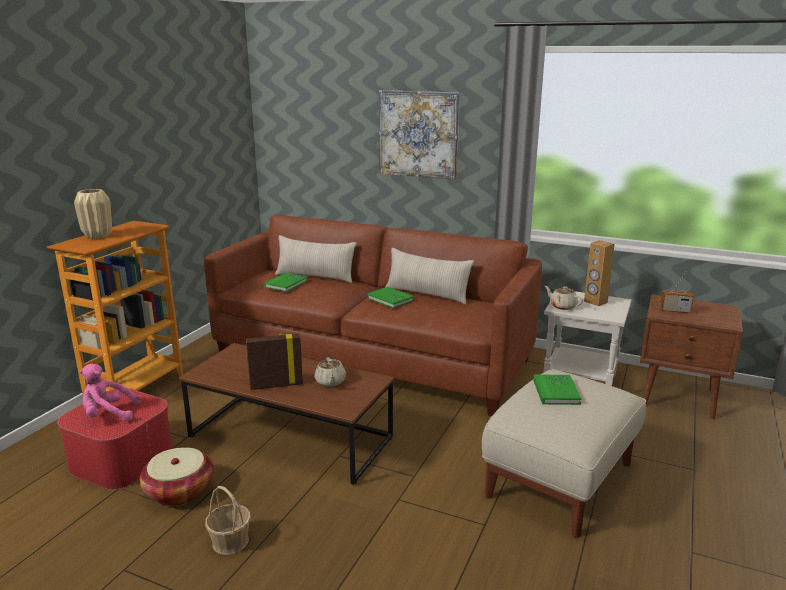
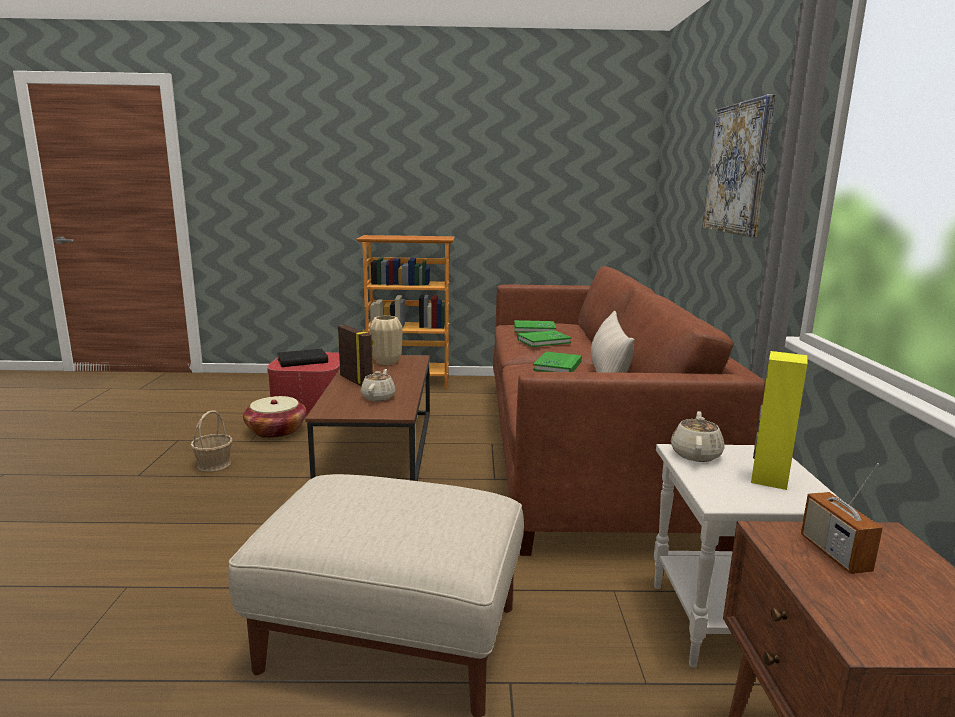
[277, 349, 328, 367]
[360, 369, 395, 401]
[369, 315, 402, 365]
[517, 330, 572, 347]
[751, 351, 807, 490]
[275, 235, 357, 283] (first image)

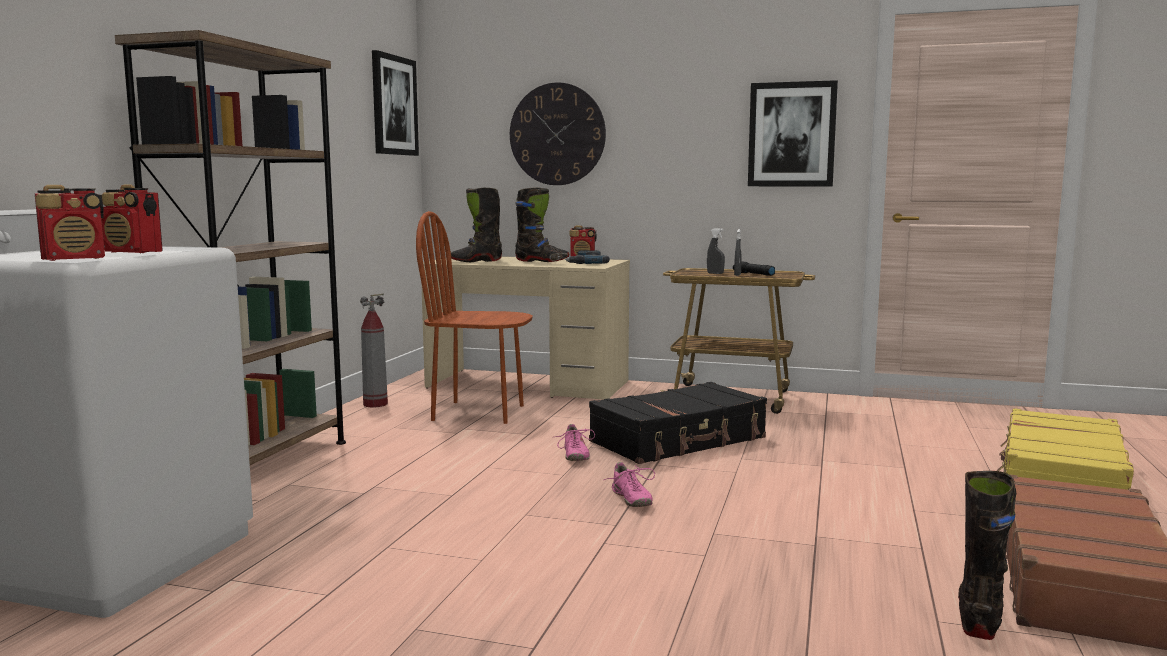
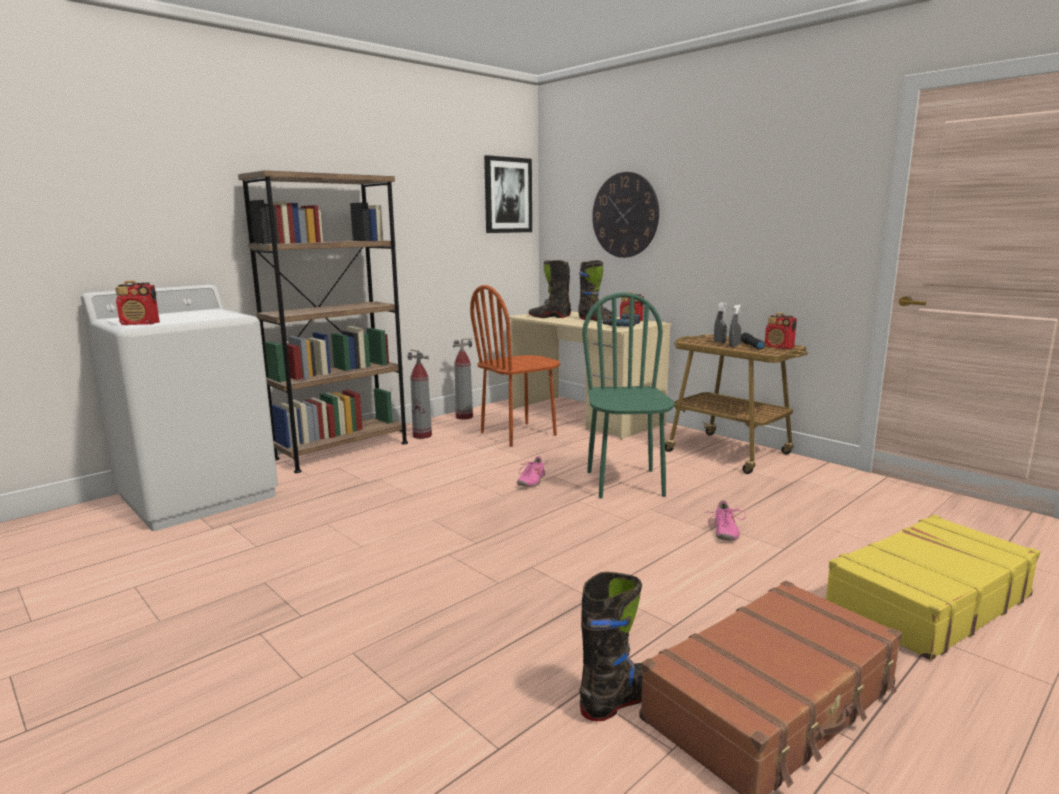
[407, 349, 432, 439]
[470, 285, 560, 447]
[582, 292, 675, 498]
[709, 500, 746, 541]
[765, 313, 797, 349]
[748, 80, 838, 186] (first image)

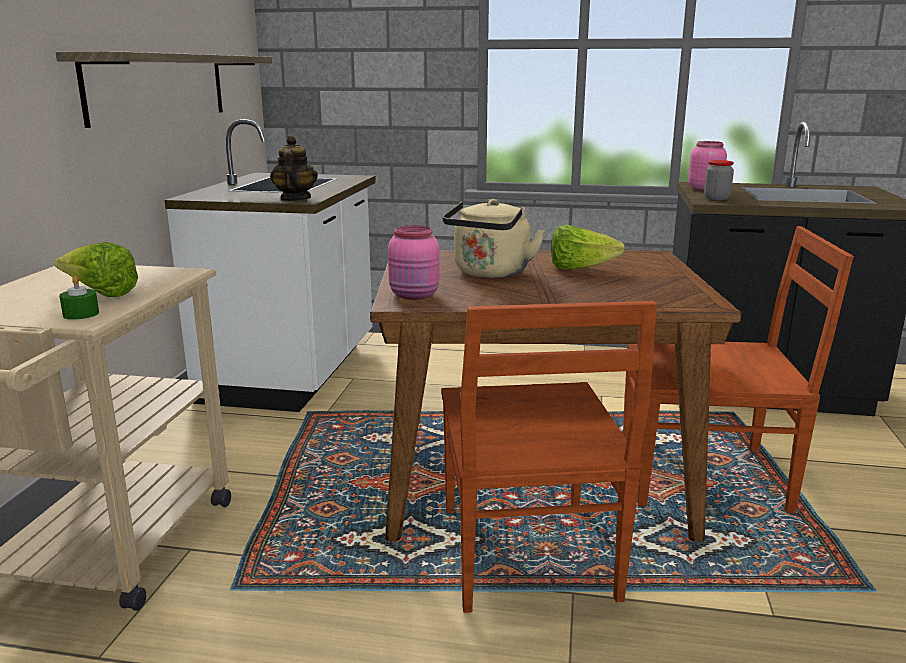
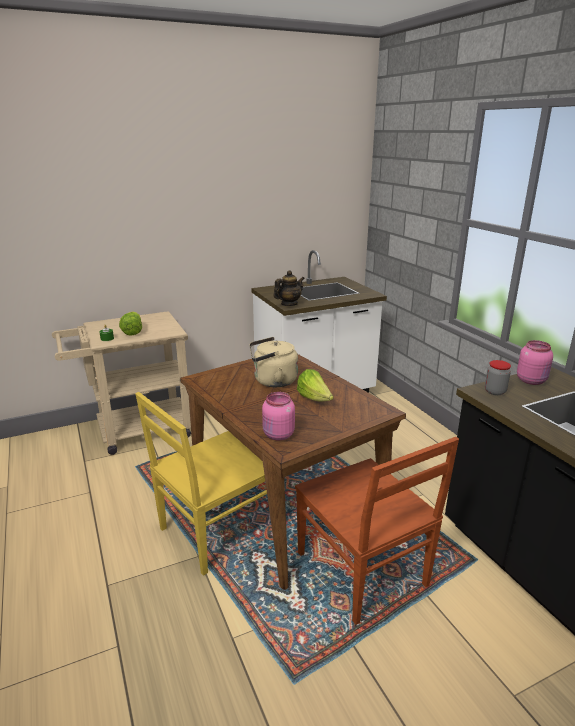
[135, 392, 267, 576]
[262, 392, 295, 440]
[56, 52, 272, 128] (first image)

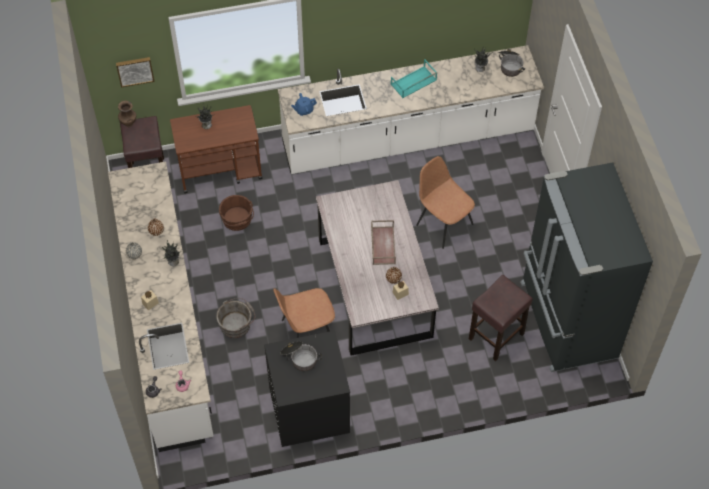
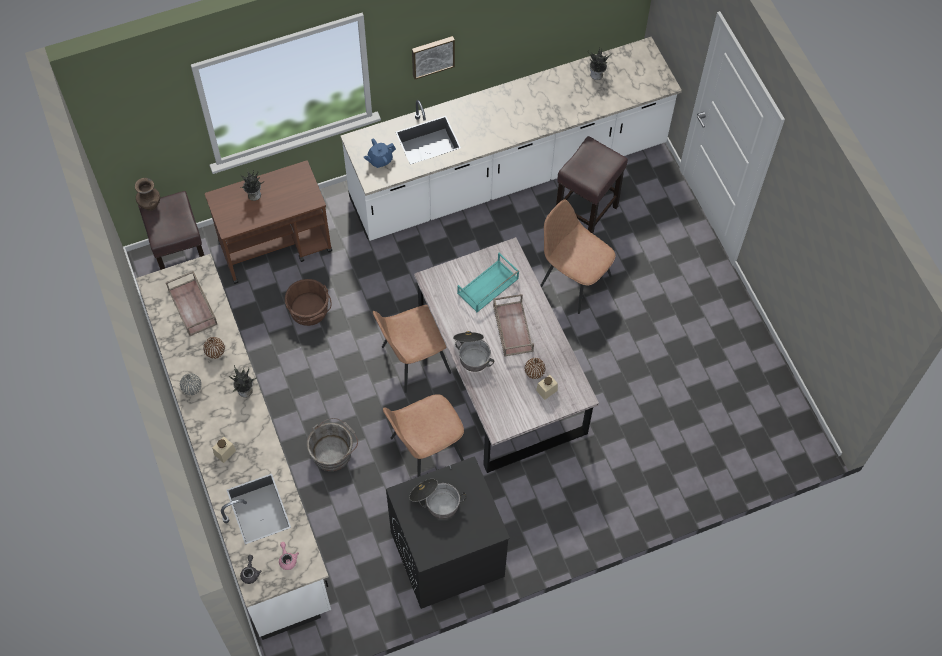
[165, 271, 218, 336]
[373, 305, 451, 393]
[412, 36, 455, 79]
[453, 331, 494, 372]
[457, 253, 519, 312]
[556, 136, 628, 234]
[520, 162, 653, 372] (first image)

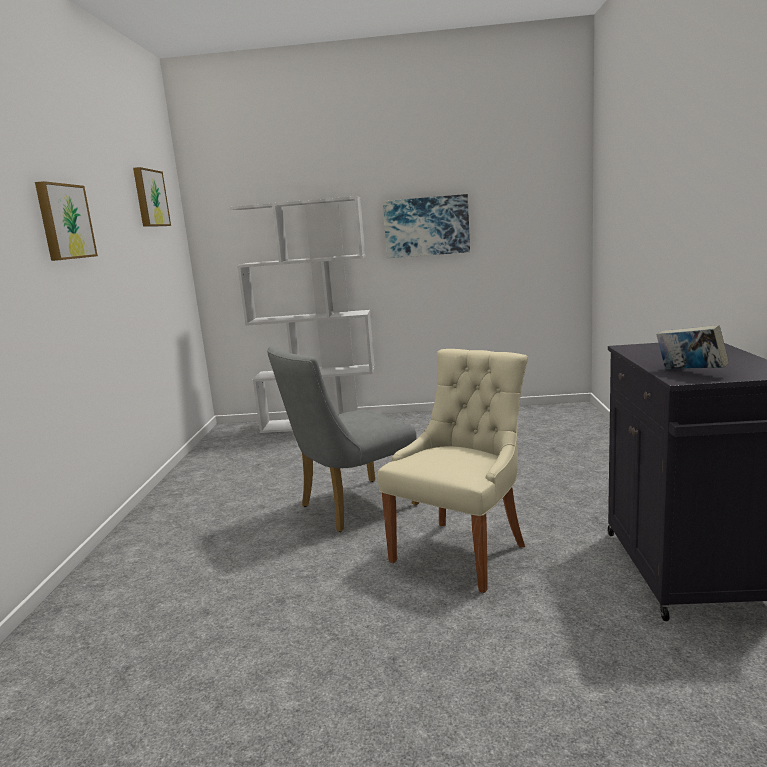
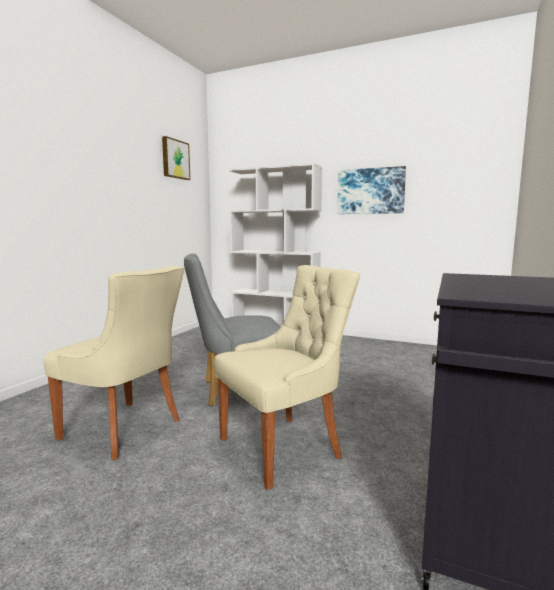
[44, 266, 184, 460]
[35, 181, 98, 261] (first image)
[656, 325, 729, 369] (first image)

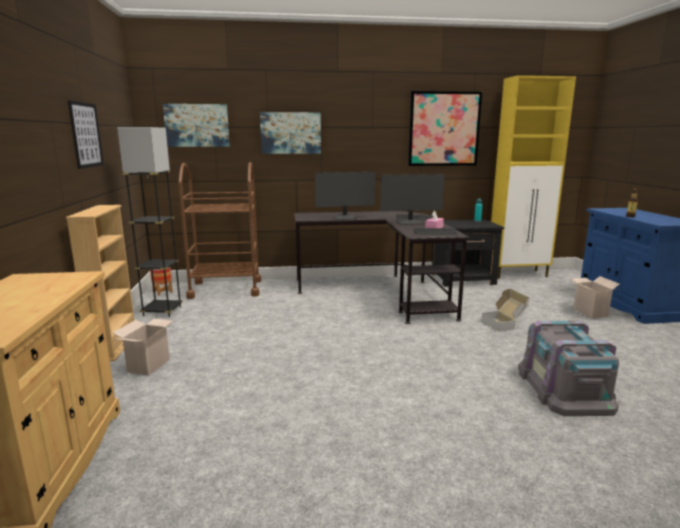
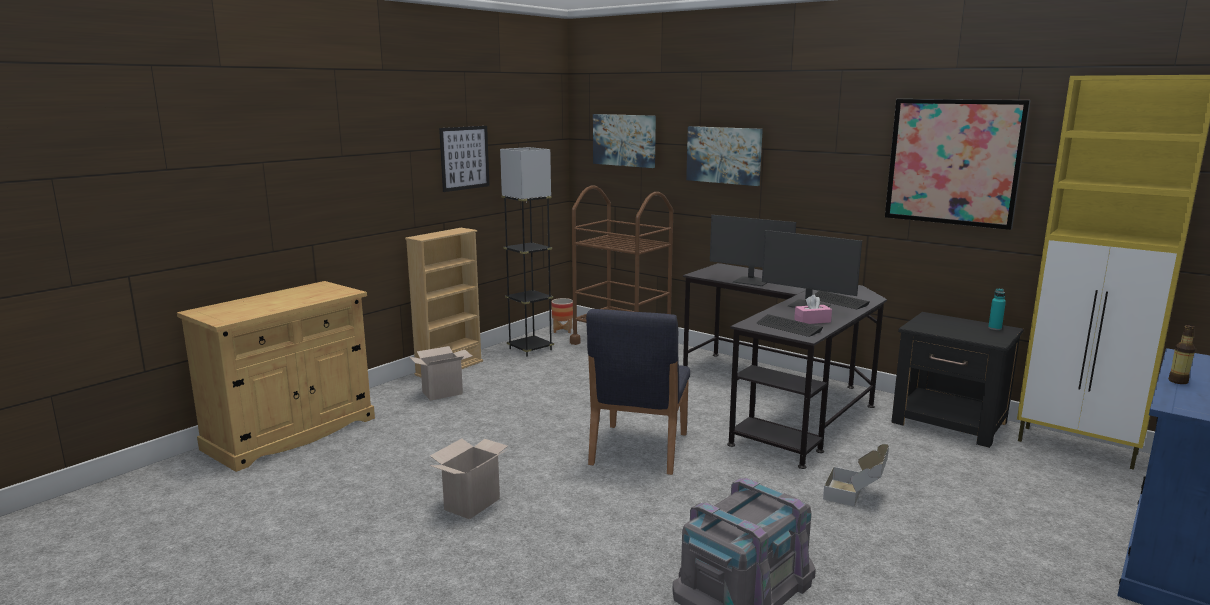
[430, 438, 508, 520]
[586, 309, 690, 475]

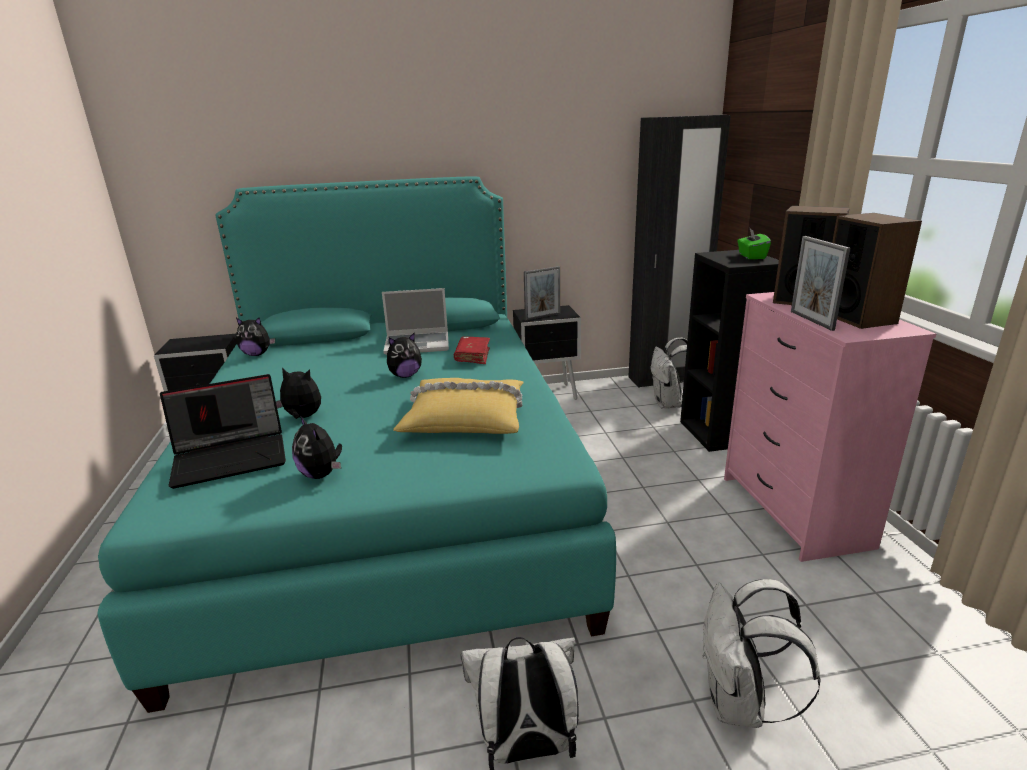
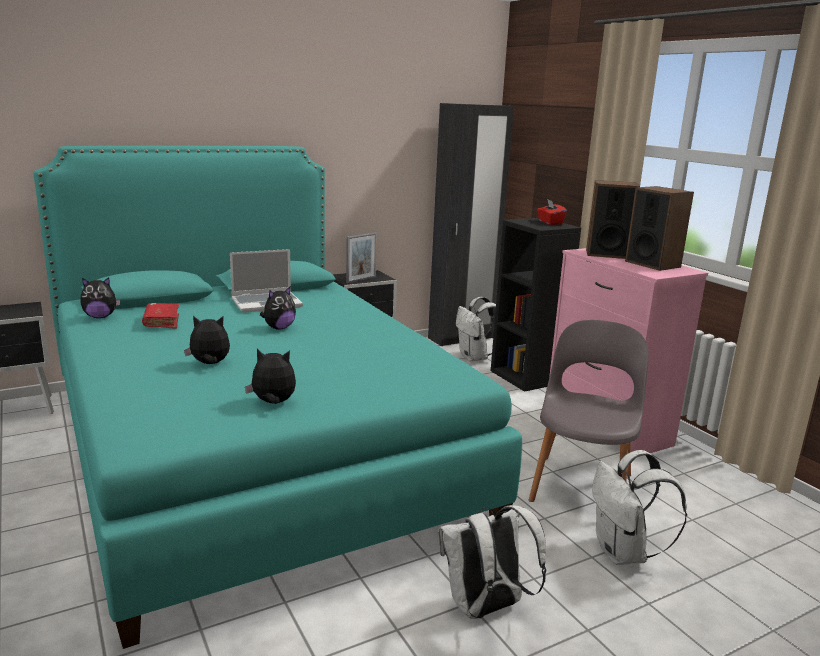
[142, 303, 179, 329]
[245, 349, 296, 404]
[529, 320, 649, 502]
[537, 199, 567, 225]
[160, 374, 286, 489] (first image)
[393, 378, 524, 434] (first image)
[791, 236, 850, 331] (first image)

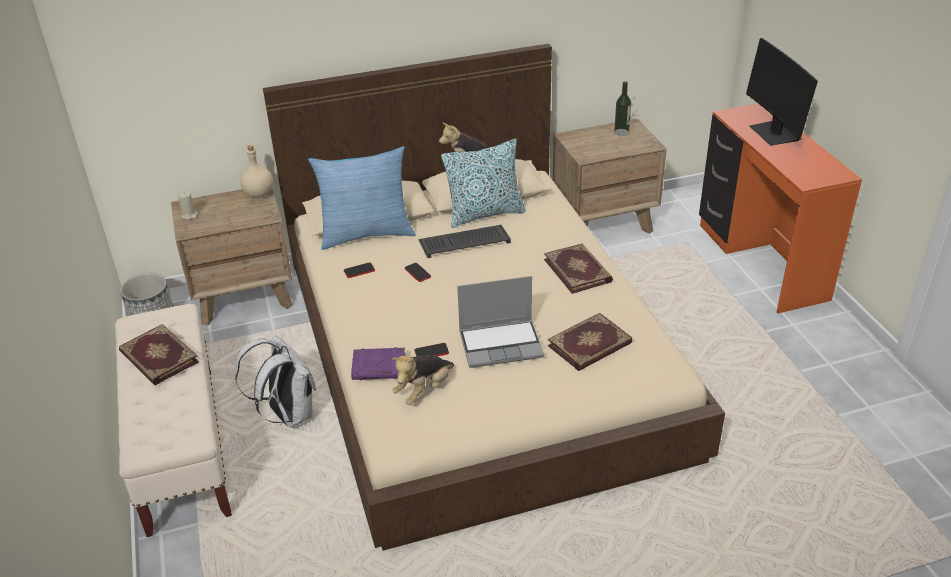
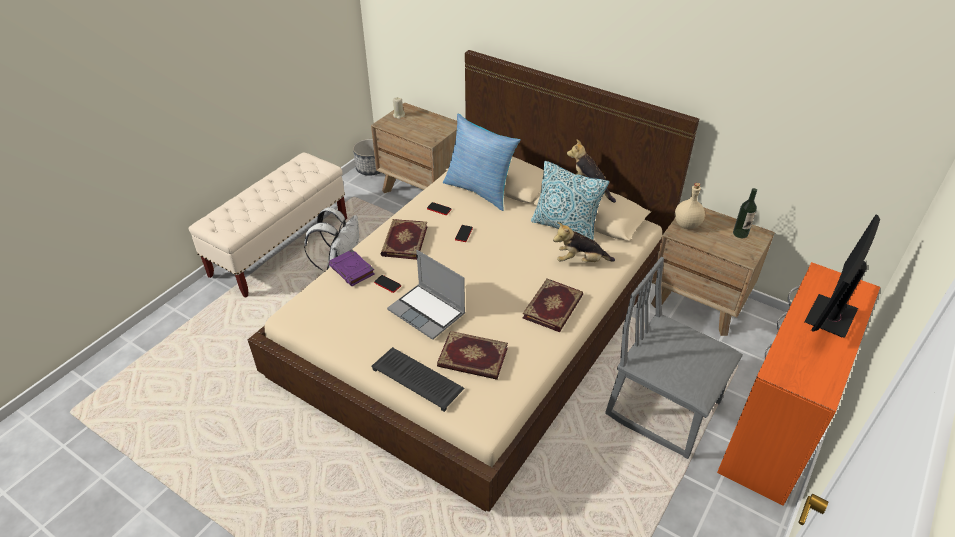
[371, 347, 465, 412]
[381, 219, 428, 260]
[553, 222, 615, 262]
[605, 257, 743, 459]
[675, 183, 705, 229]

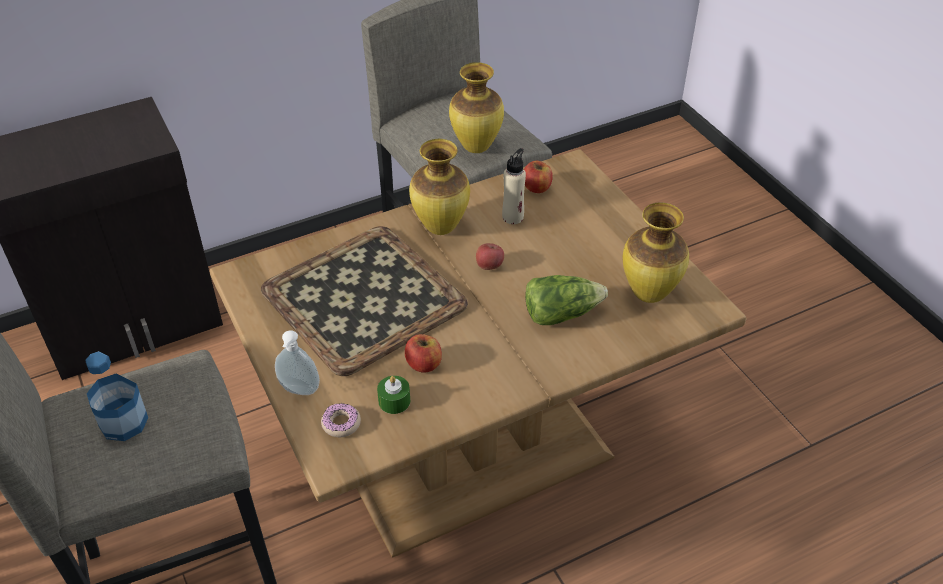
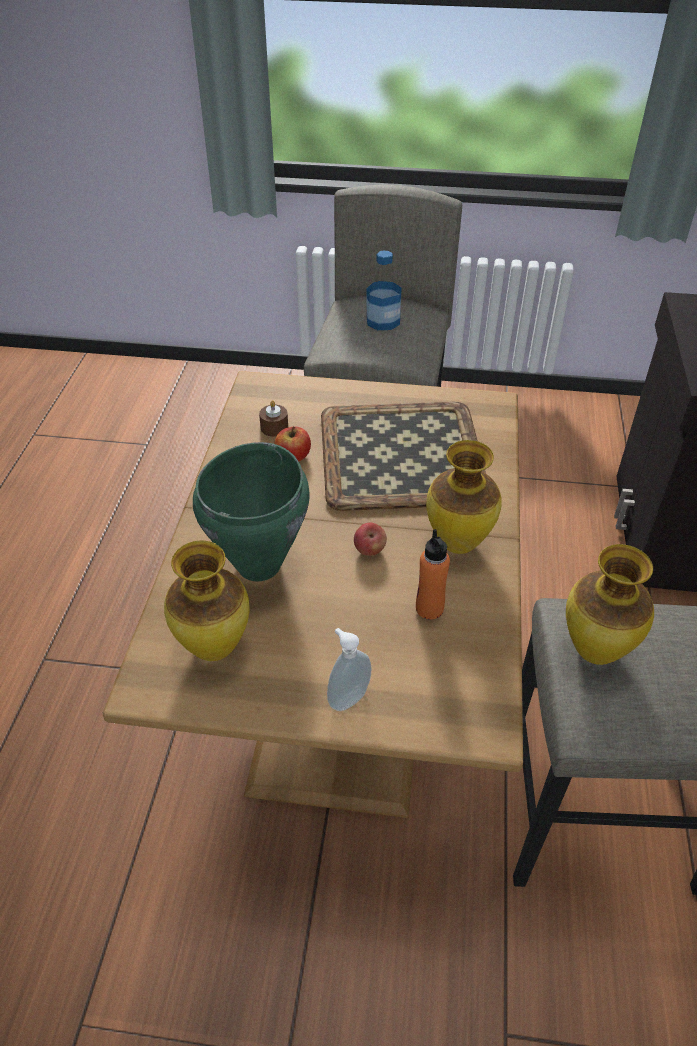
[193, 442, 310, 581]
[259, 400, 288, 437]
[327, 628, 371, 711]
[416, 529, 450, 619]
[321, 403, 361, 437] (first image)
[524, 161, 553, 193] (first image)

